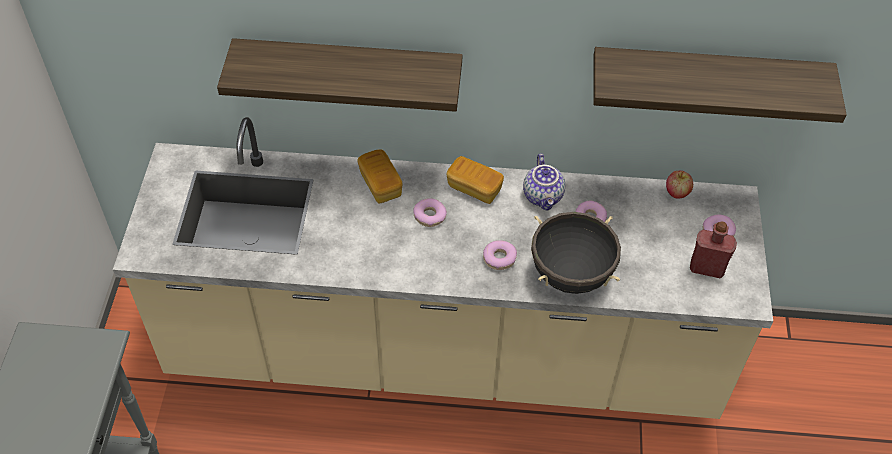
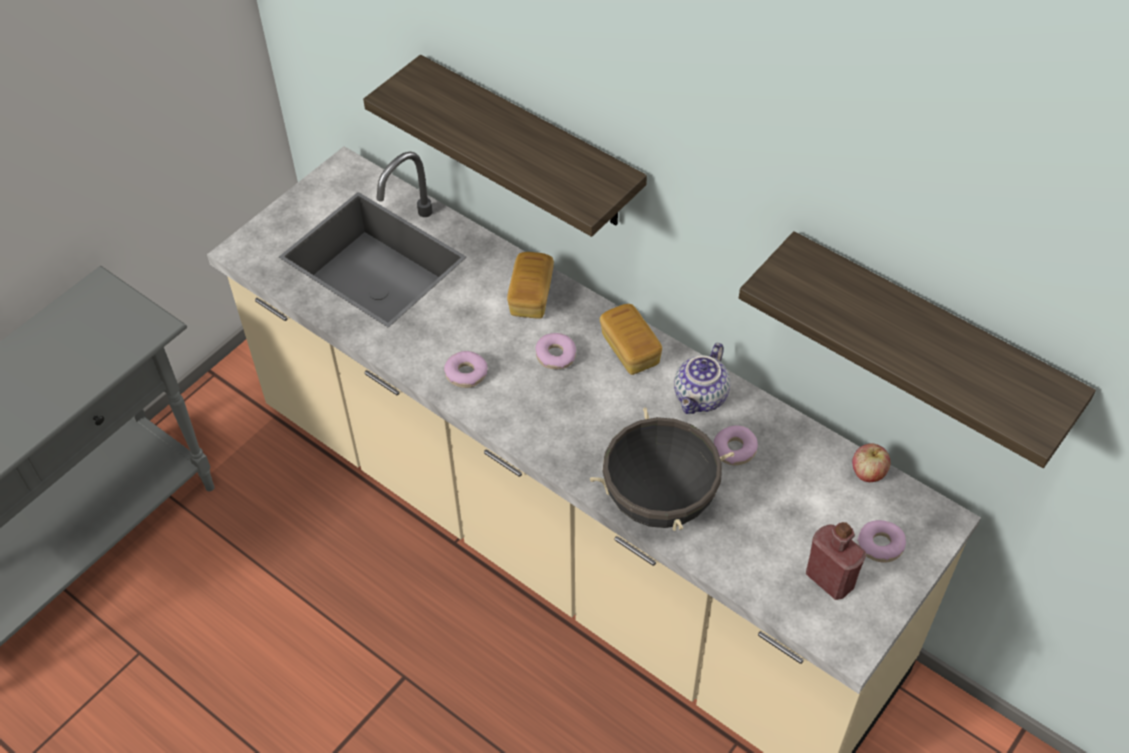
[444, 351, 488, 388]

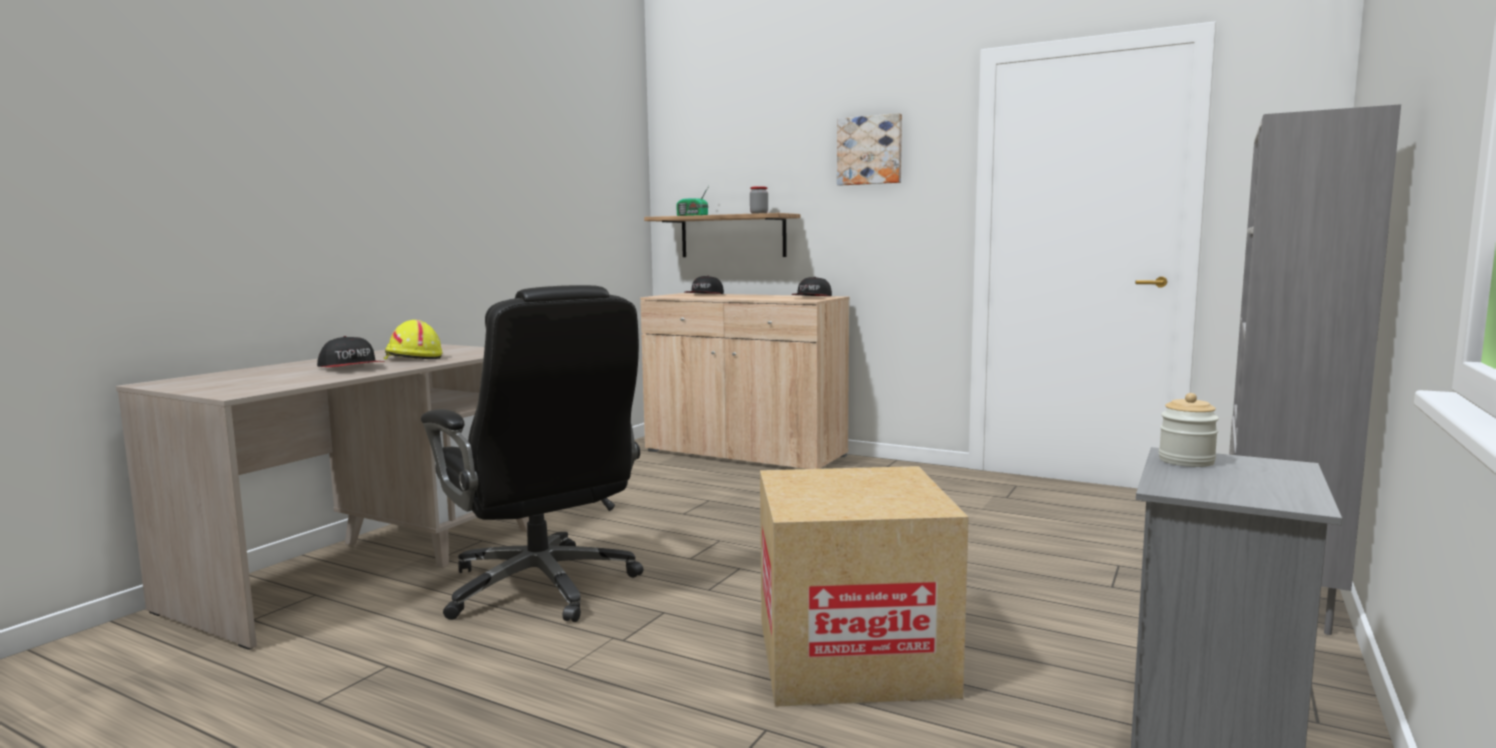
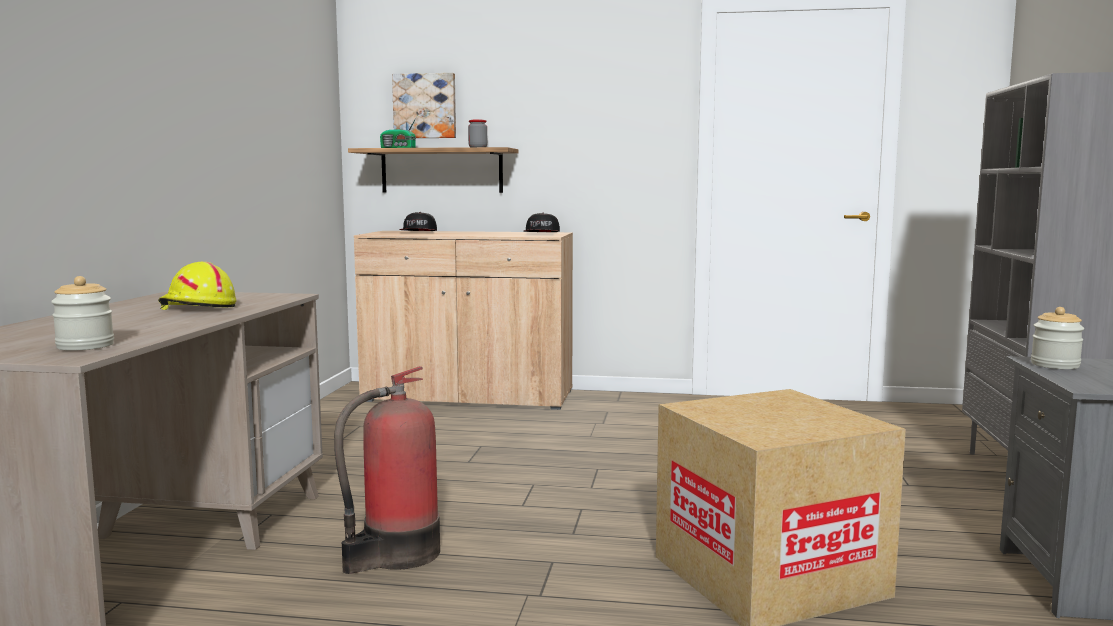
[51, 276, 114, 351]
[334, 366, 440, 574]
[392, 73, 456, 138]
[317, 336, 385, 367] (first image)

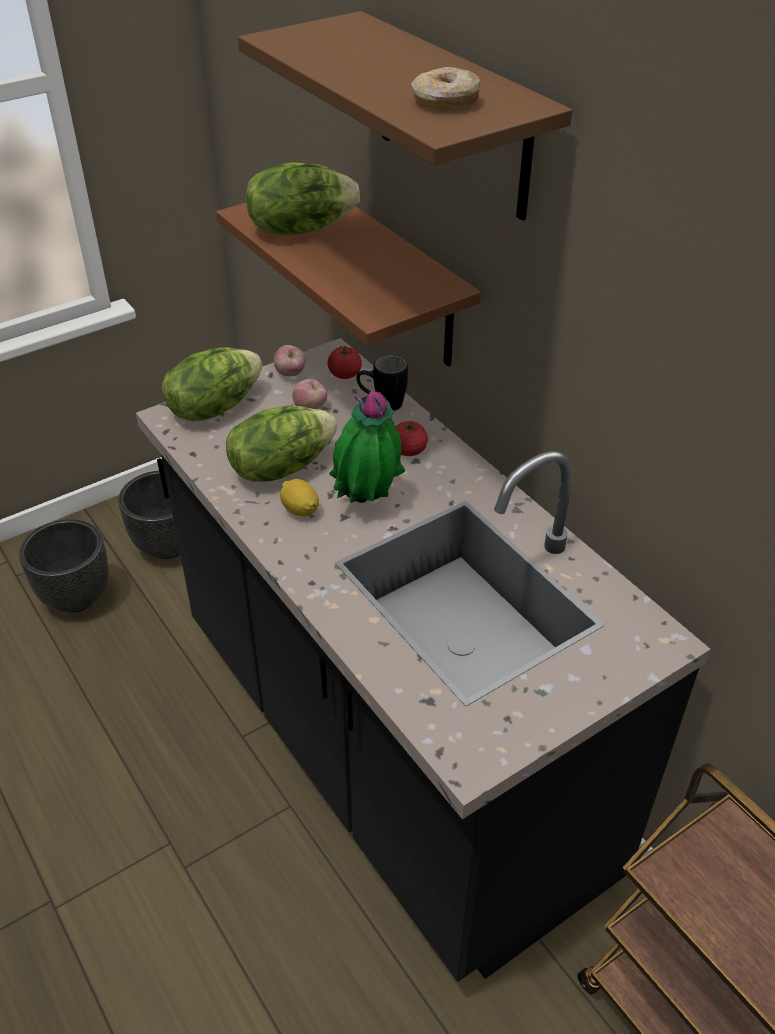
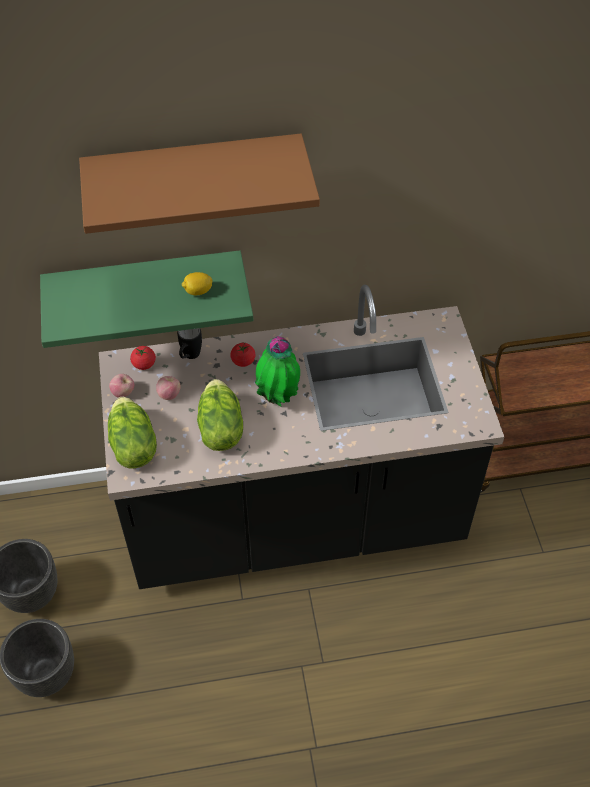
[40, 250, 253, 348]
[182, 272, 213, 295]
[246, 162, 360, 235] (first image)
[411, 67, 481, 111] (first image)

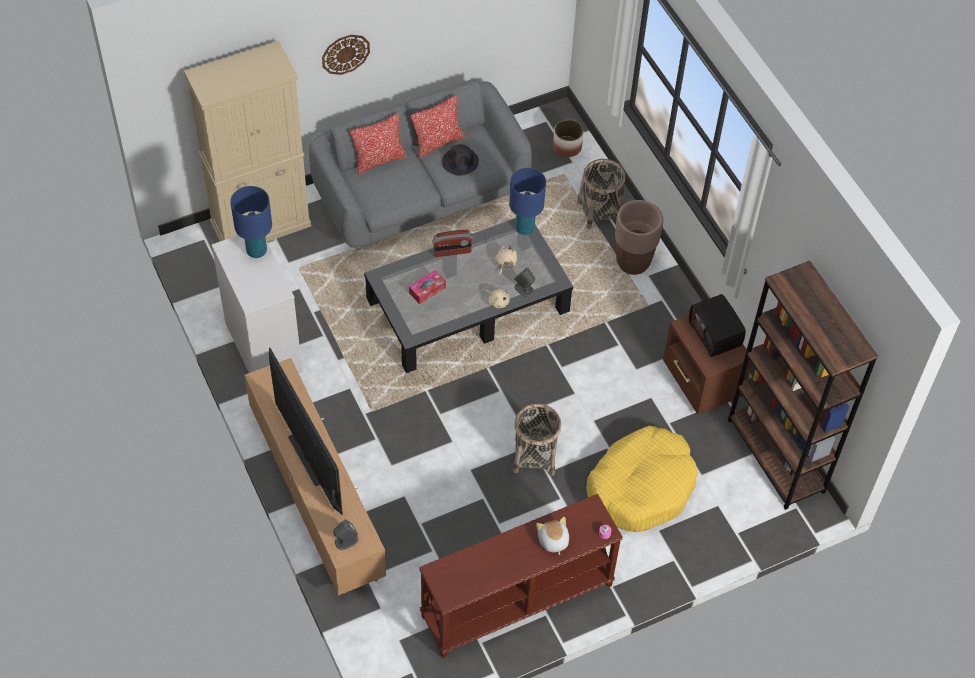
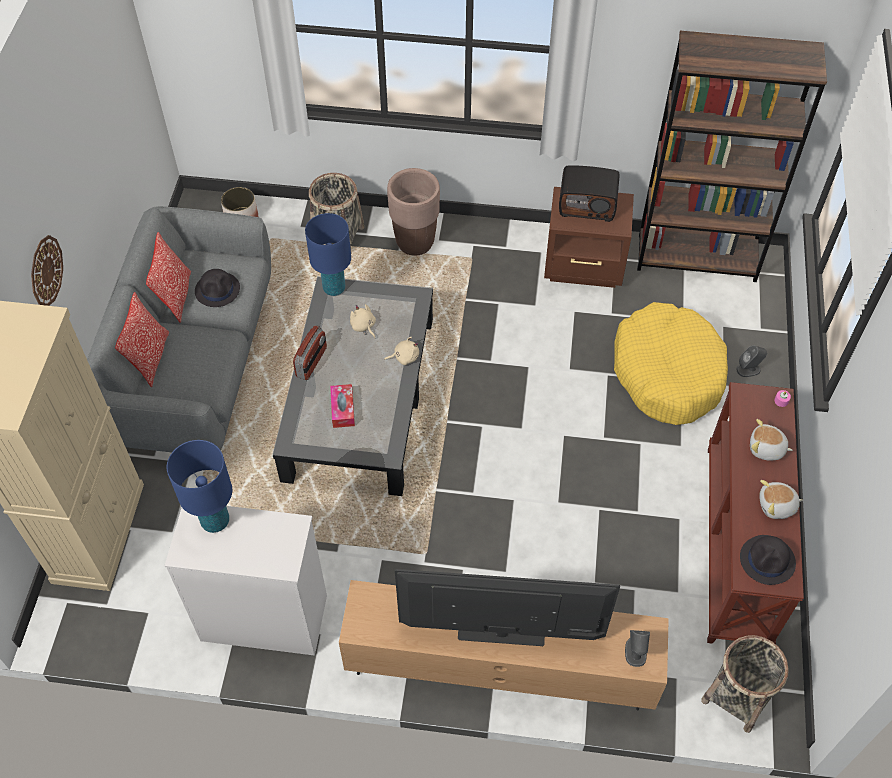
[701, 635, 789, 733]
[736, 345, 767, 377]
[740, 535, 796, 585]
[759, 480, 804, 519]

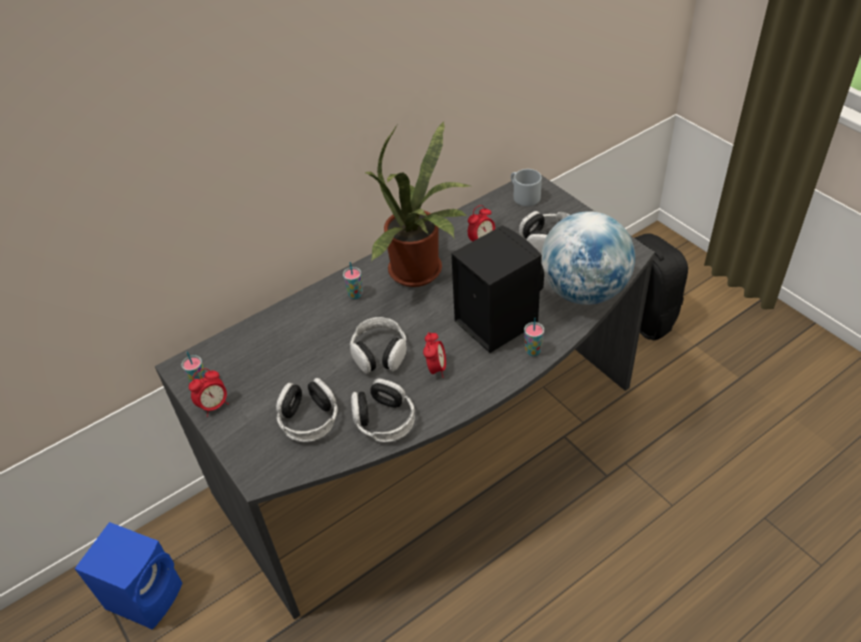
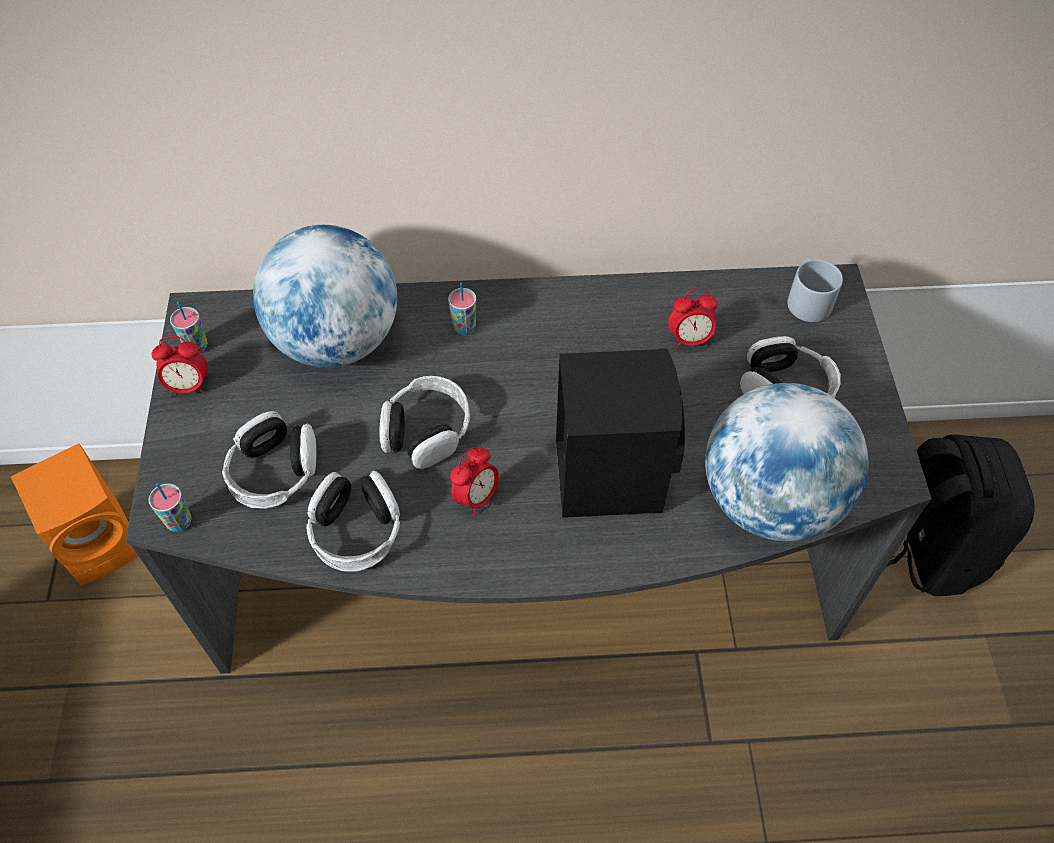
[11, 443, 138, 585]
[148, 483, 191, 532]
[253, 225, 397, 368]
[365, 121, 473, 287] (first image)

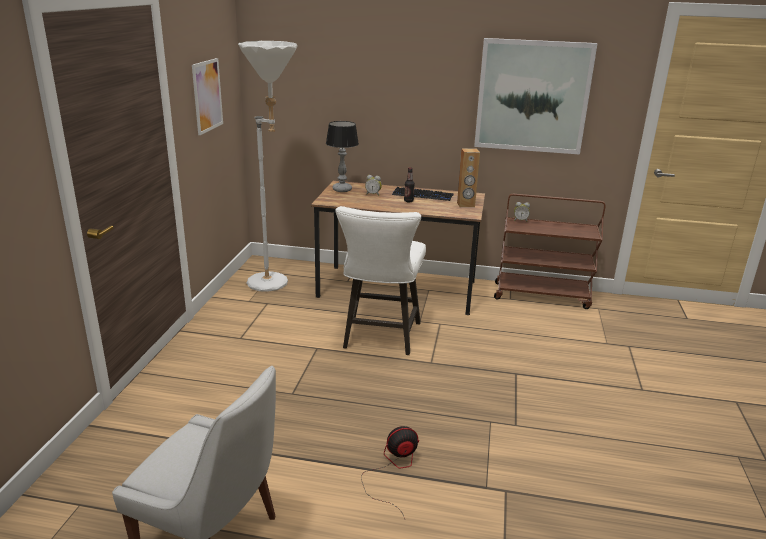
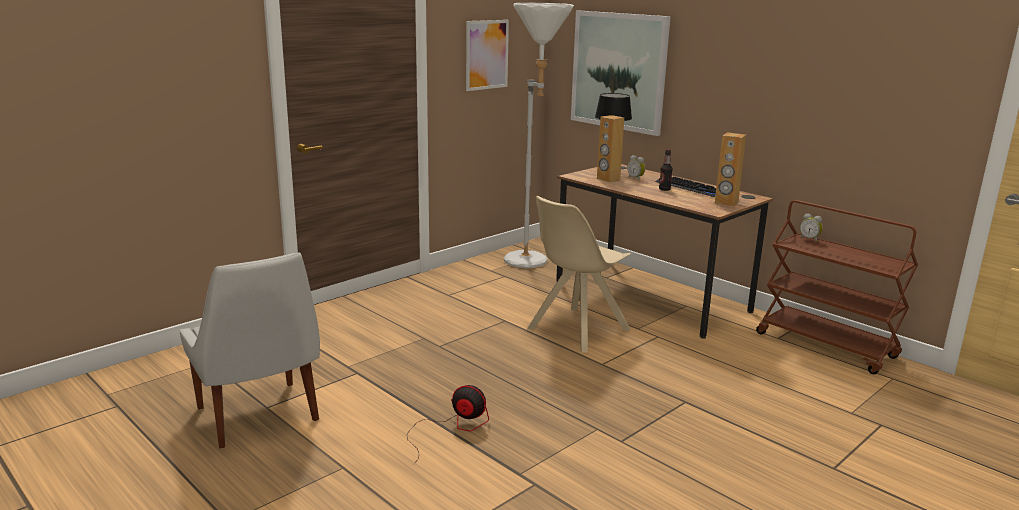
[527, 196, 631, 353]
[571, 11, 671, 136]
[597, 115, 624, 182]

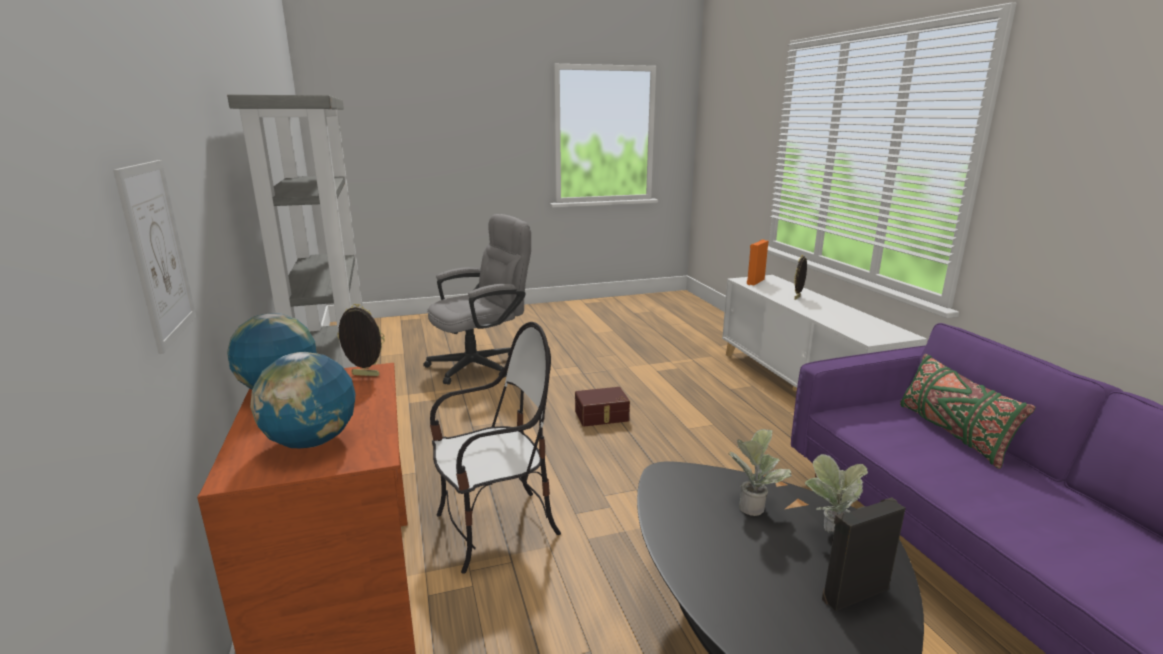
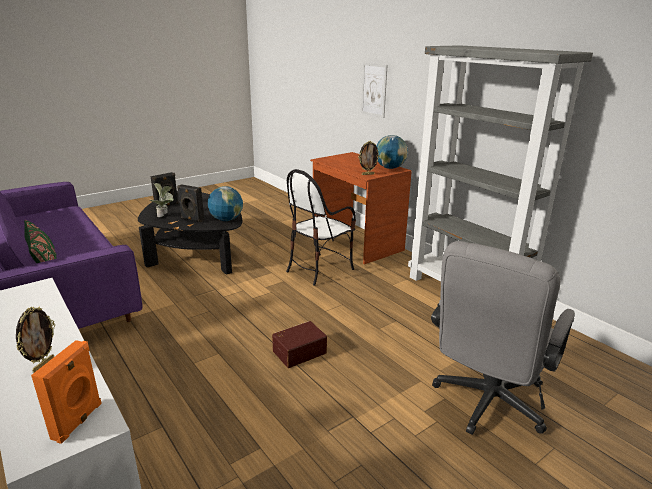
[177, 184, 204, 222]
[208, 186, 243, 221]

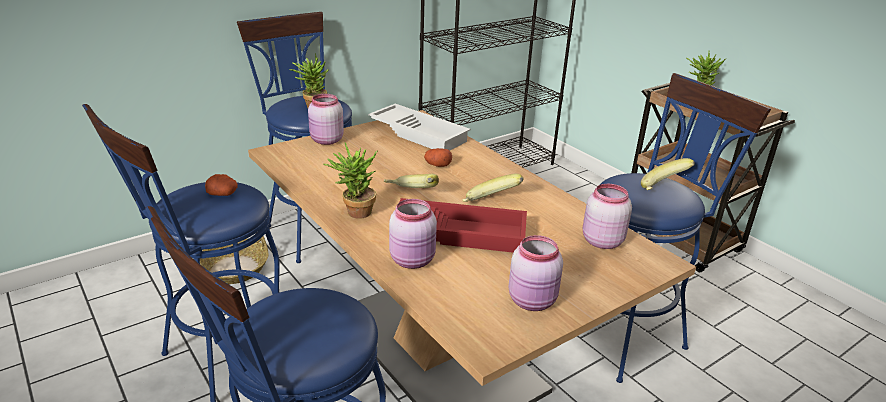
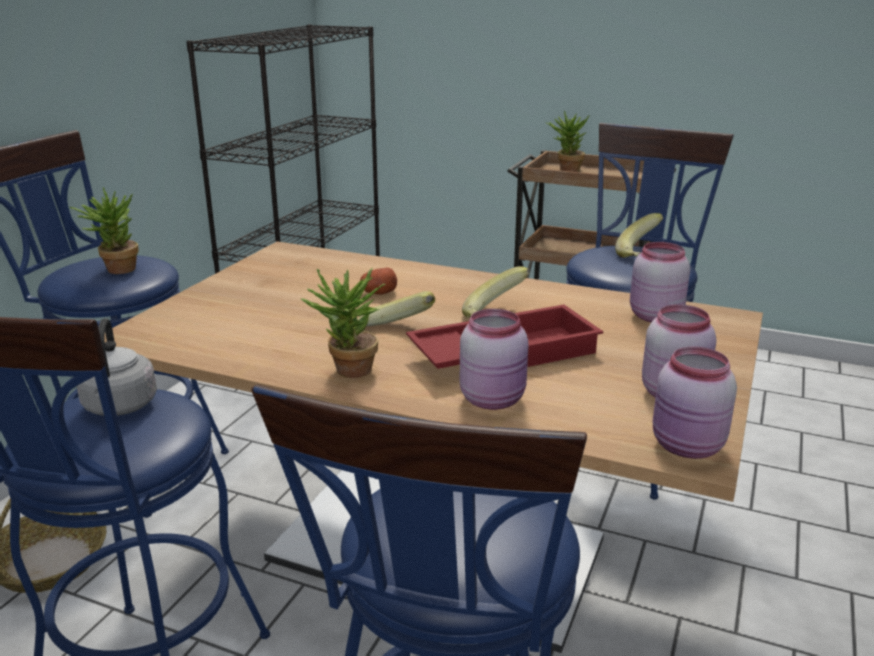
[77, 318, 157, 416]
[653, 347, 737, 459]
[368, 104, 471, 151] (first image)

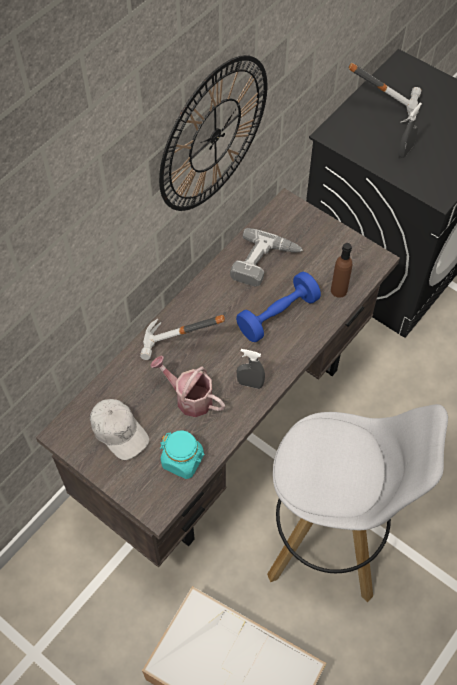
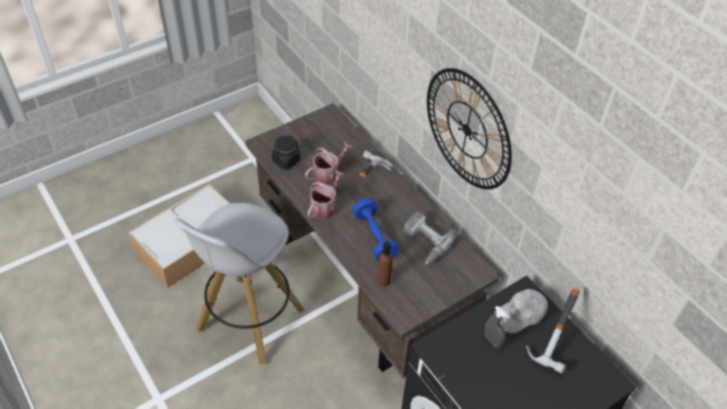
[272, 135, 300, 170]
[308, 170, 345, 219]
[495, 289, 548, 333]

